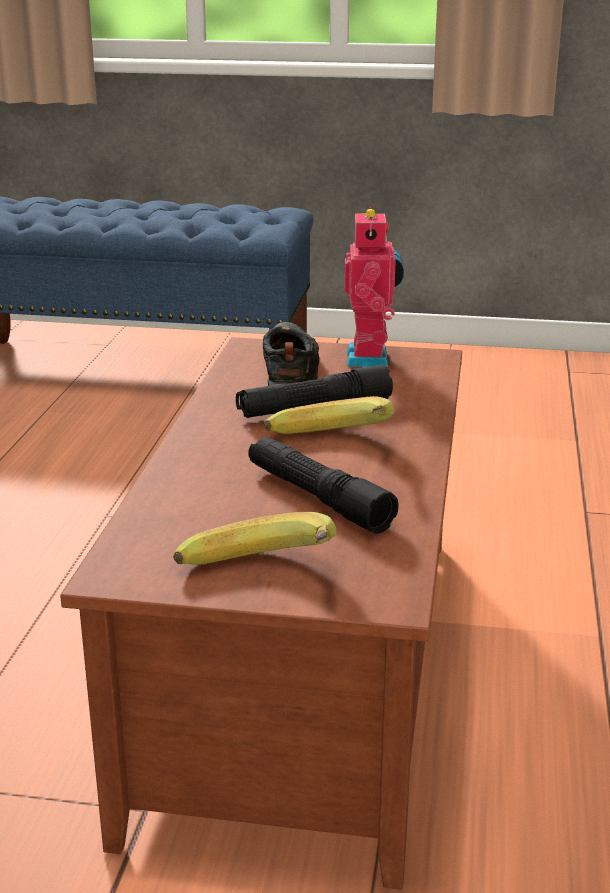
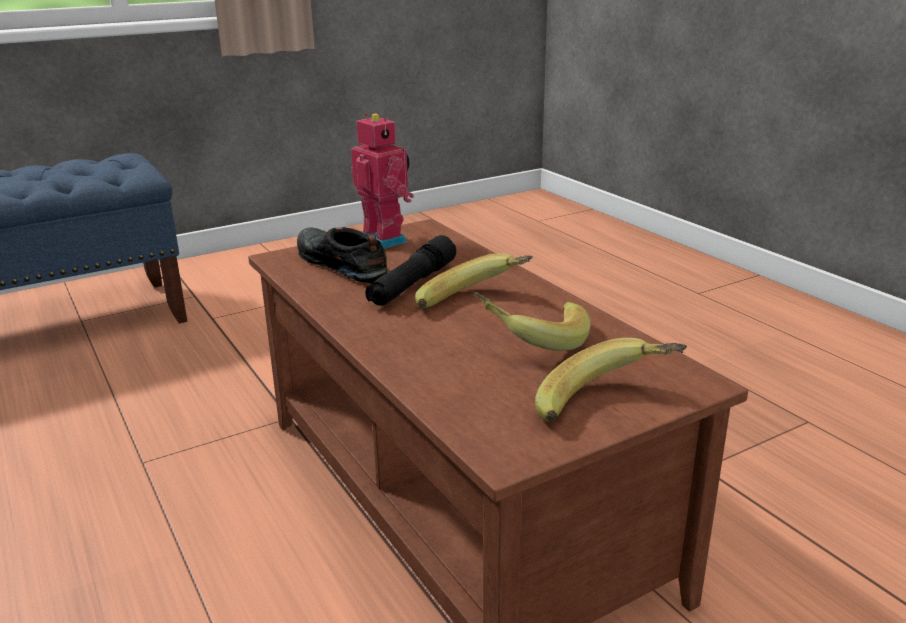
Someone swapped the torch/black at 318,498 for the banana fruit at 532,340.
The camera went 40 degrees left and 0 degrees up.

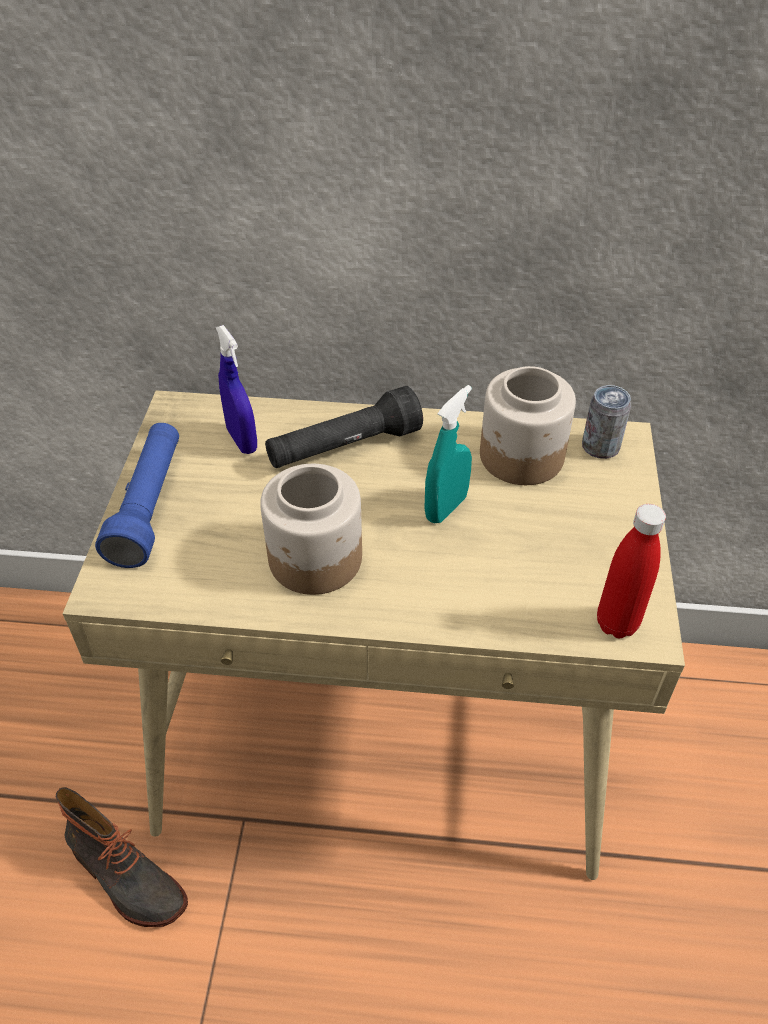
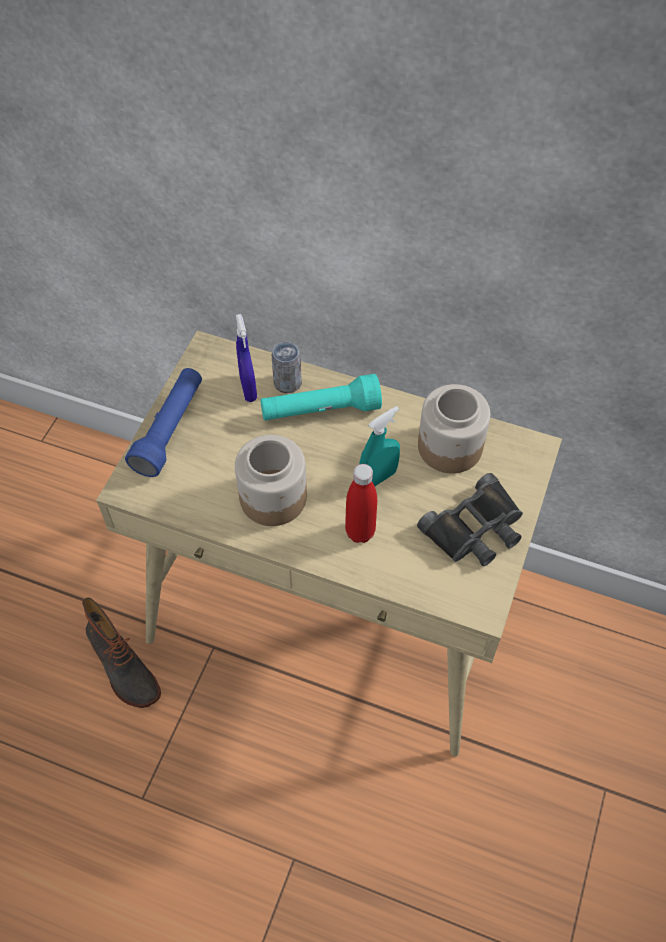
Someone repainted the torch/black at 344,447, which became the torch/blue-green at 320,411.
Someone carried the can from 600,447 to 287,383.
Someone carried the beverage bottle/reddish from 616,623 to 360,532.
Someone put down the binoculars/black at 475,529.
The camera went 15 degrees right and 10 degrees up.

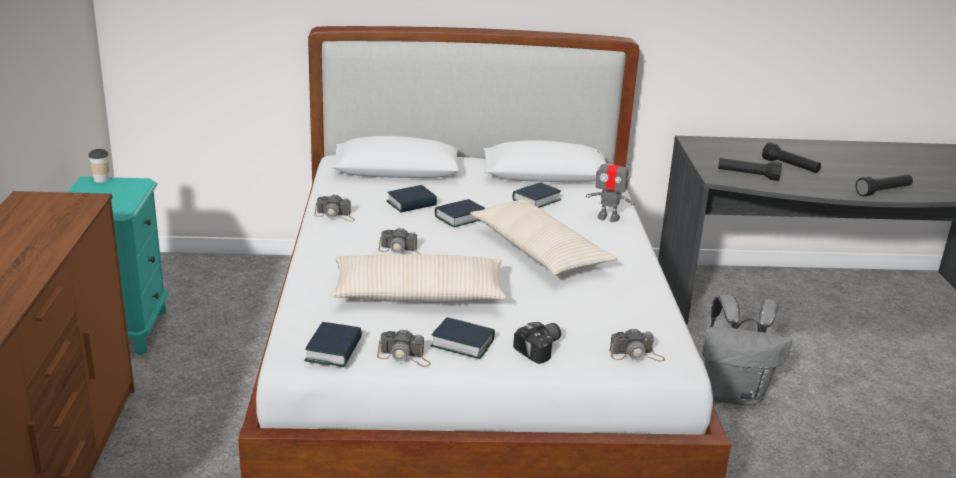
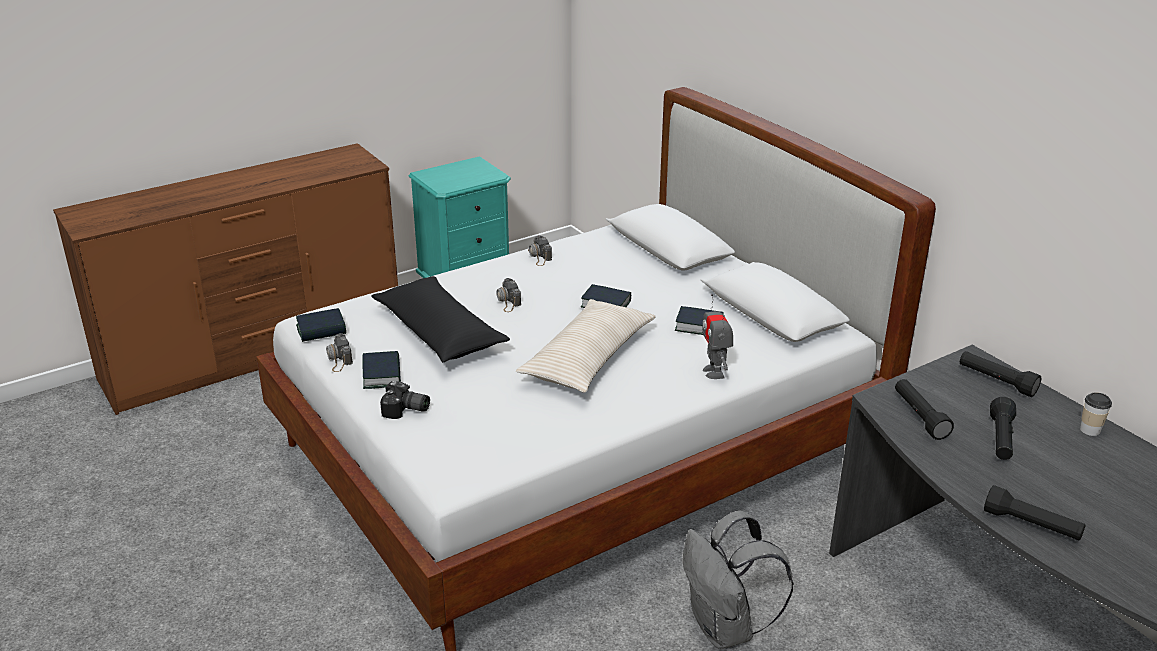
Someone carried the cup from 101,179 to 1090,430.
Someone repainted the pillow/beige at 418,295, which became the pillow/black at 439,332.
Someone took away the volume at 411,203.
Someone took away the photo camera at 636,355.
Someone put down the torch/black at 996,381.
The camera went 60 degrees right and 5 degrees up.

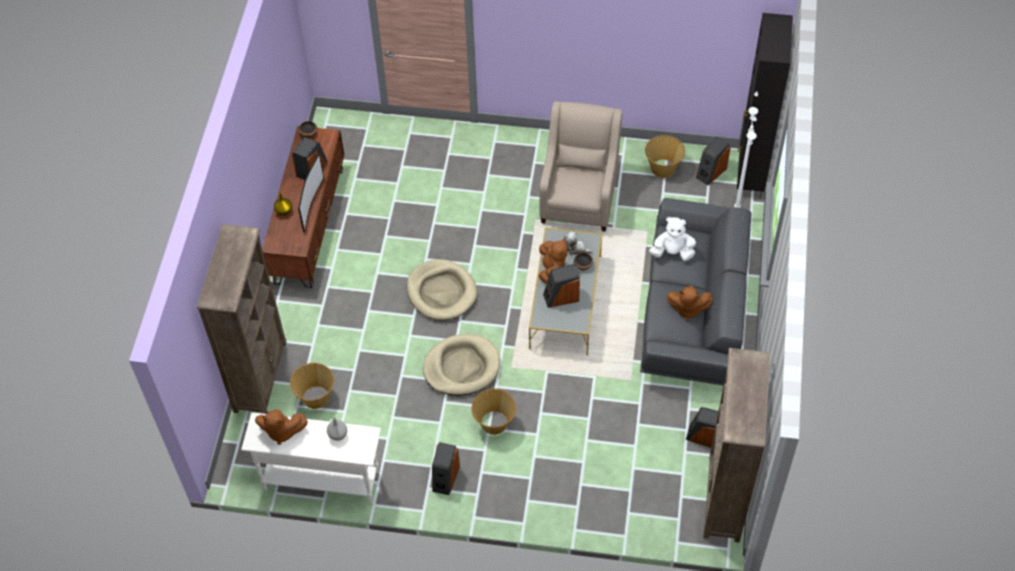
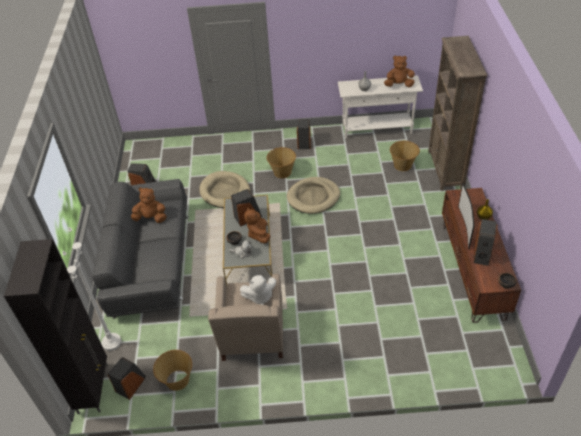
Someone carried the dog bed/beige from 441,292 to 225,192.
Someone carried the cuddly toy/white from 672,252 to 260,297.
Someone took away the bookshelf/brown at 724,498.
The camera went 170 degrees right and 10 degrees down.

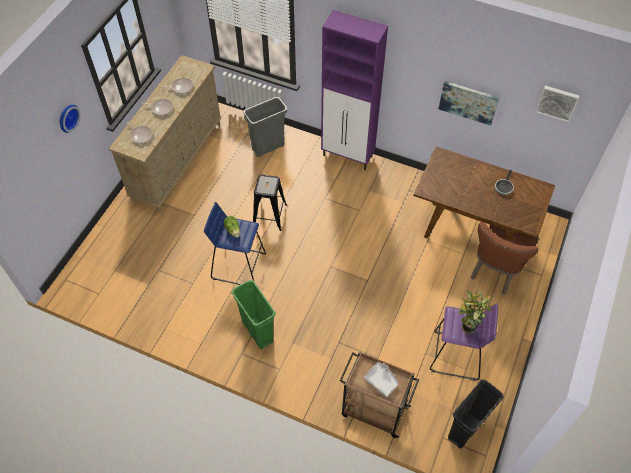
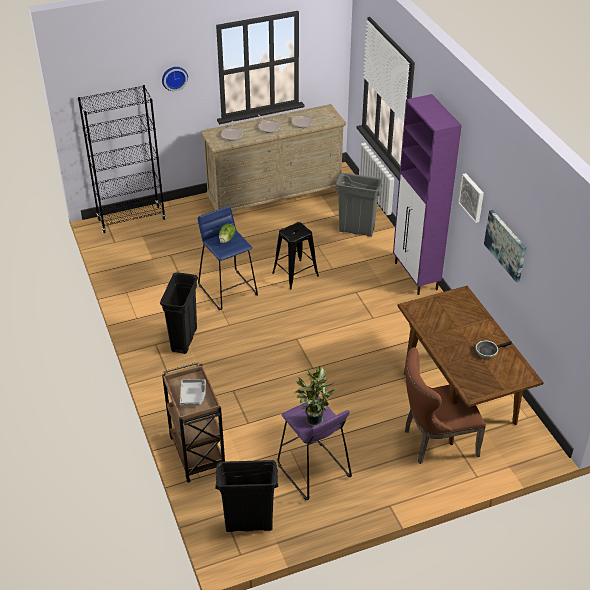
Someone repainted the waste bin/green at 257,332, which became the waste bin/black at 184,339.
Someone carried the picture from 557,102 to 472,197.
Someone put down the bookshelf/black at 131,219.
The camera went 45 degrees right and 15 degrees down.

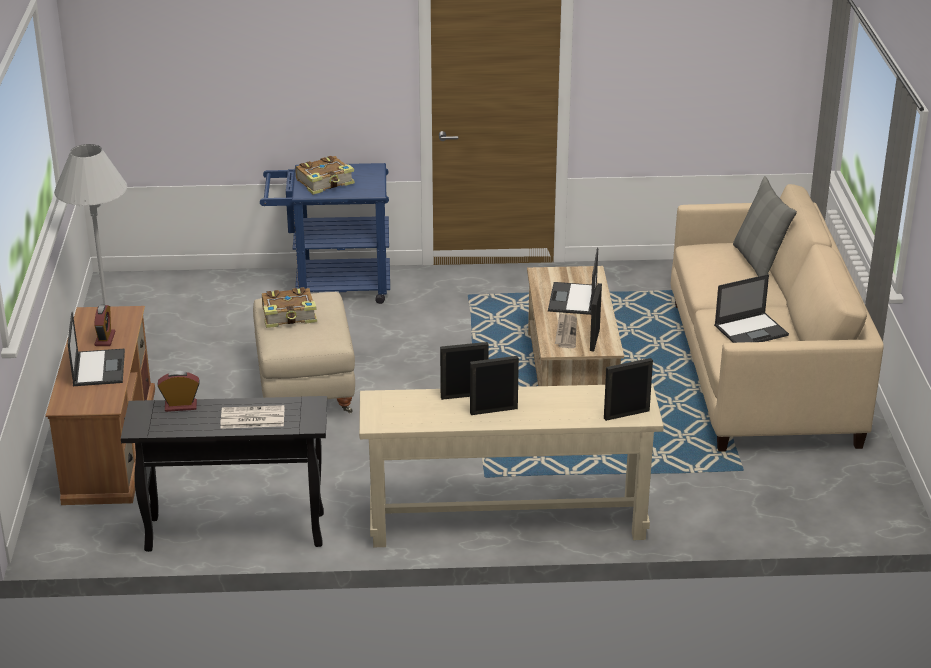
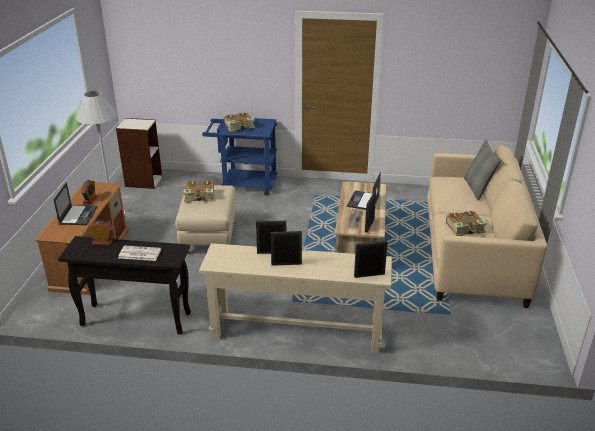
Someone swapped the portable computer at 751,330 for the volume at 465,228.
Someone put down the bookshelf at 143,181.
The camera went 10 degrees right and 0 degrees up.

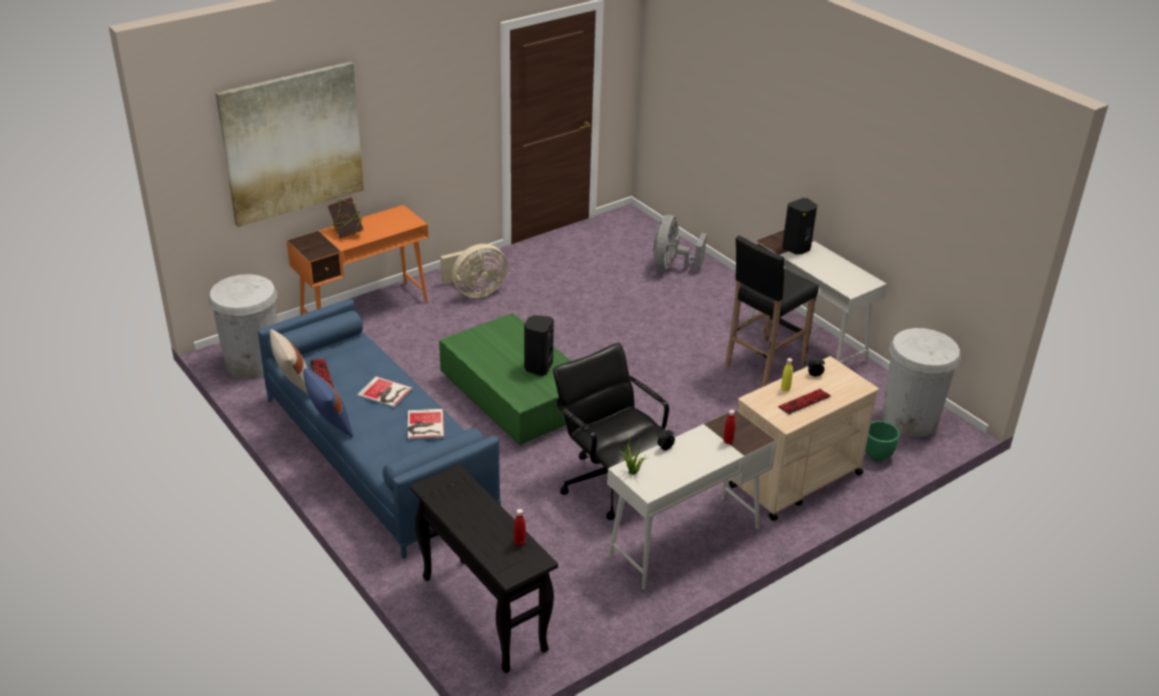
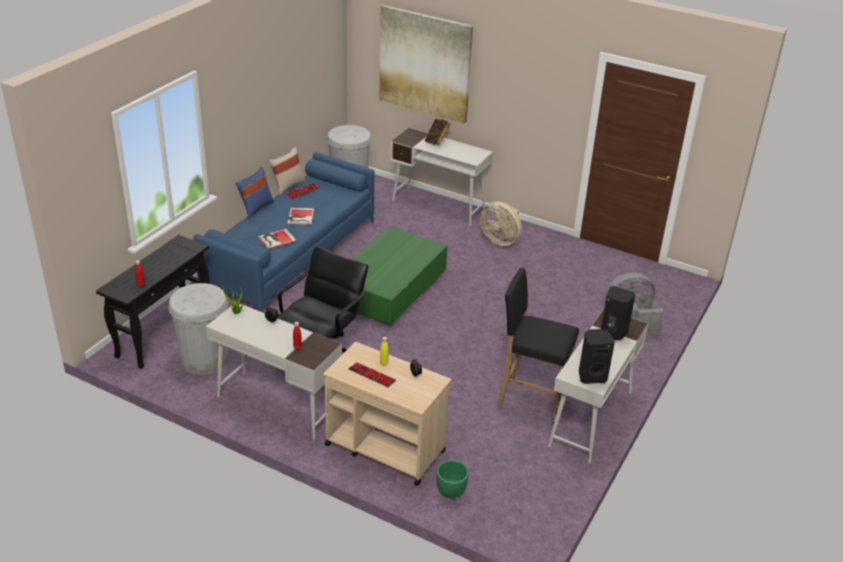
Someone repainted the desk table/orangey at 365,310, which became the desk table/white at 439,205.
Someone carried the speaker/black from 538,367 to 591,376.
Someone carried the waste bin/white from 910,419 to 204,359.
The camera went 65 degrees right and 0 degrees up.

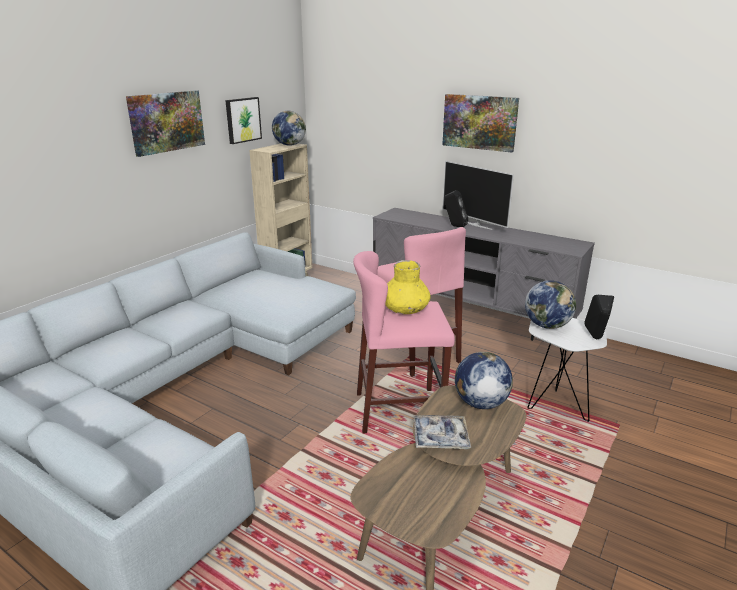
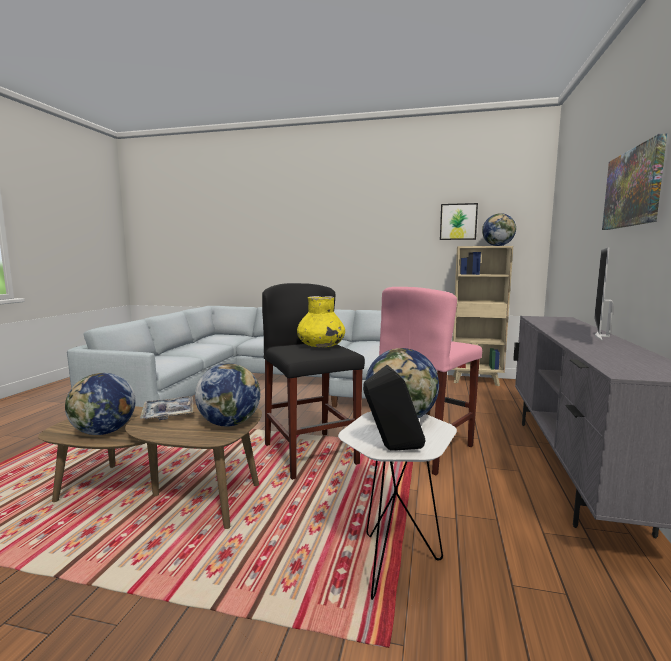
Someone took away the picture at 166,122.
Someone repainted the sitting stool/pink at 398,410, which became the sitting stool/black at 310,454.
Someone took away the speaker/black at 454,226.
Someone put down the desk globe at 104,432.
The camera went 70 degrees right and 15 degrees down.

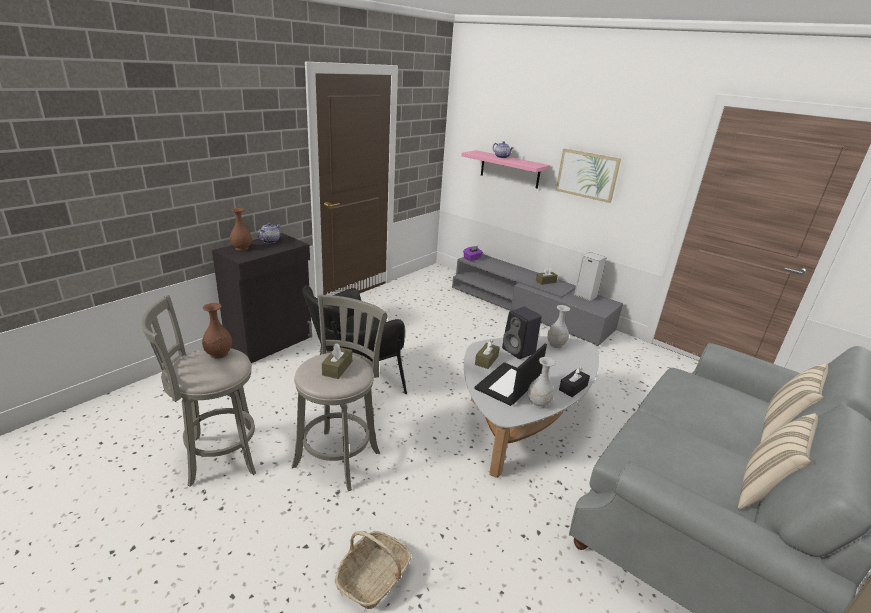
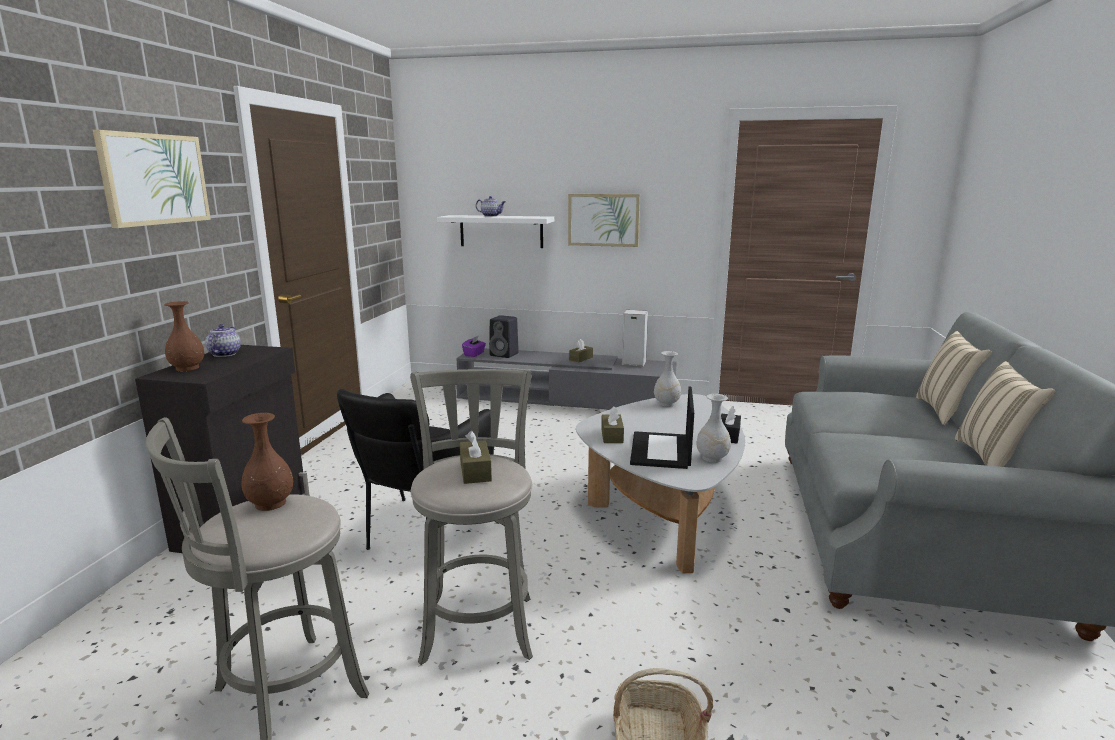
Someone repainted the wall shelf/pink at 510,169, which became the wall shelf/white at 501,231.
Someone carried the speaker/black from 519,351 to 505,354.
Someone put up the picture at 154,179.
The camera went 25 degrees left and 10 degrees down.

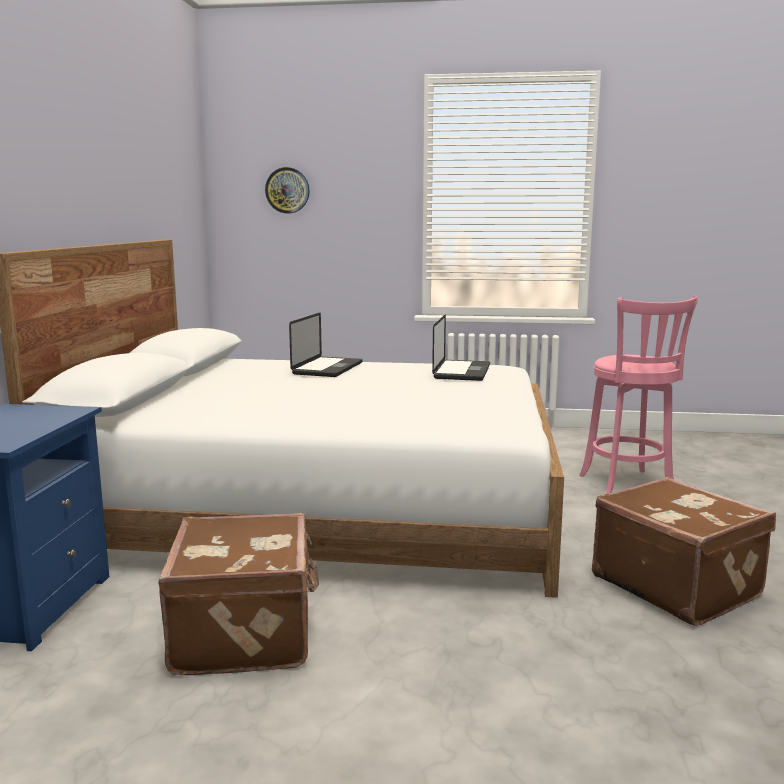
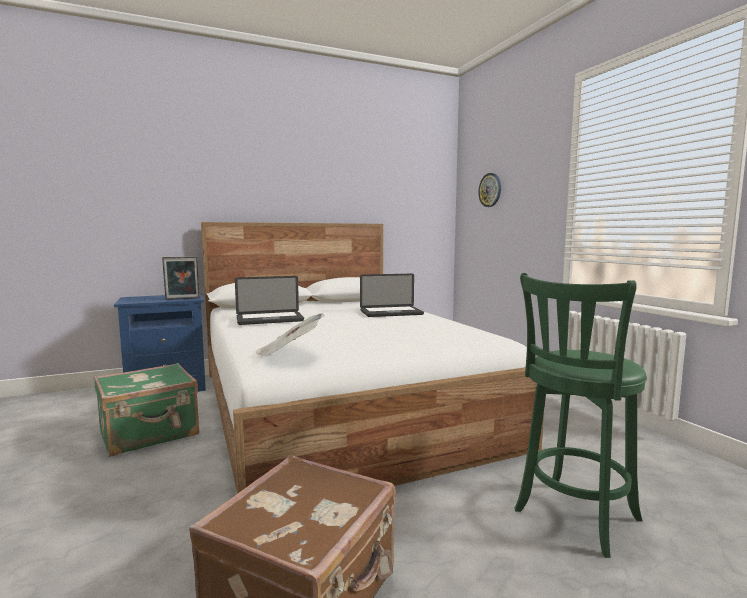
Someone repainted the suitcase/brown at 247,633, which became the suitcase/green at 150,434.
Someone carried the portable computer from 462,372 to 269,319.
Someone repainted the sitting stool/pink at 628,485, which became the sitting stool/green at 573,517.
Someone put down the photo frame at 182,299.
Someone put down the daily paper at 289,353.
The camera went 60 degrees right and 5 degrees down.

